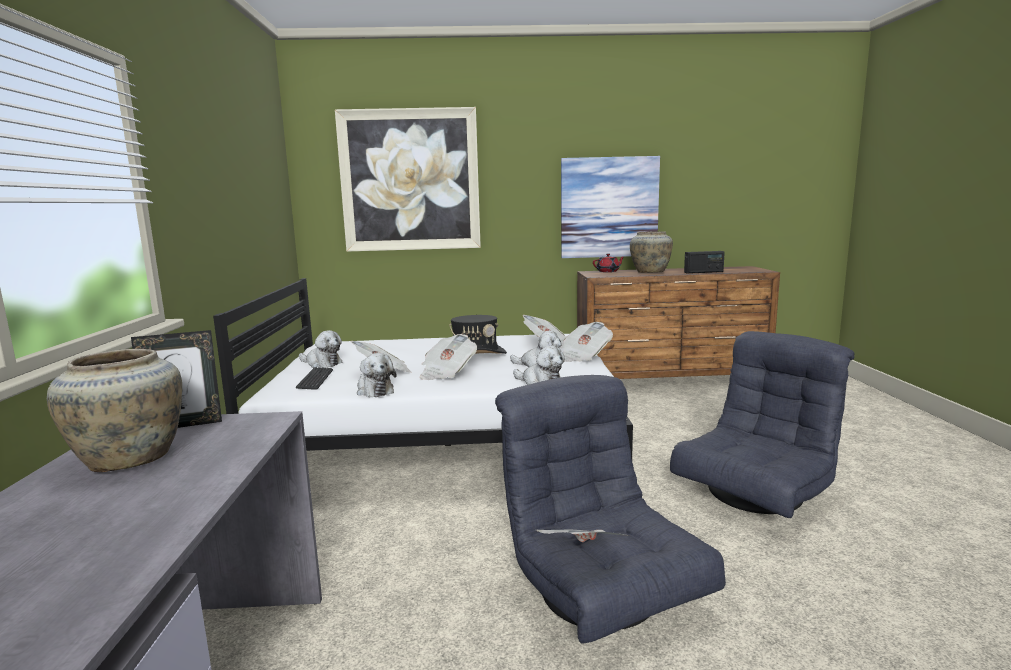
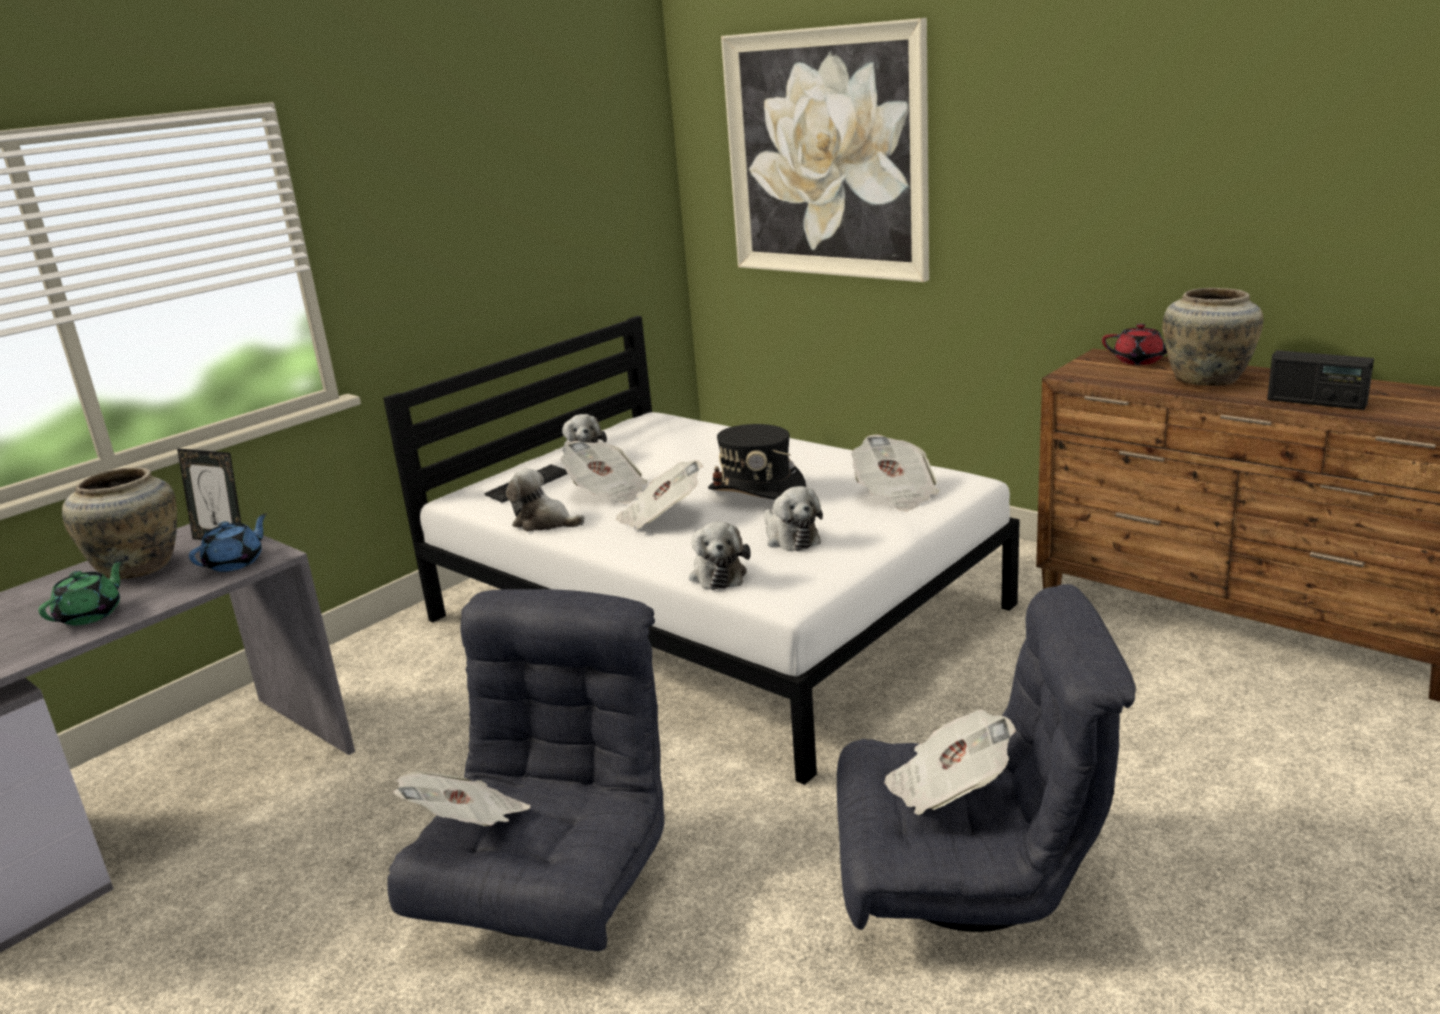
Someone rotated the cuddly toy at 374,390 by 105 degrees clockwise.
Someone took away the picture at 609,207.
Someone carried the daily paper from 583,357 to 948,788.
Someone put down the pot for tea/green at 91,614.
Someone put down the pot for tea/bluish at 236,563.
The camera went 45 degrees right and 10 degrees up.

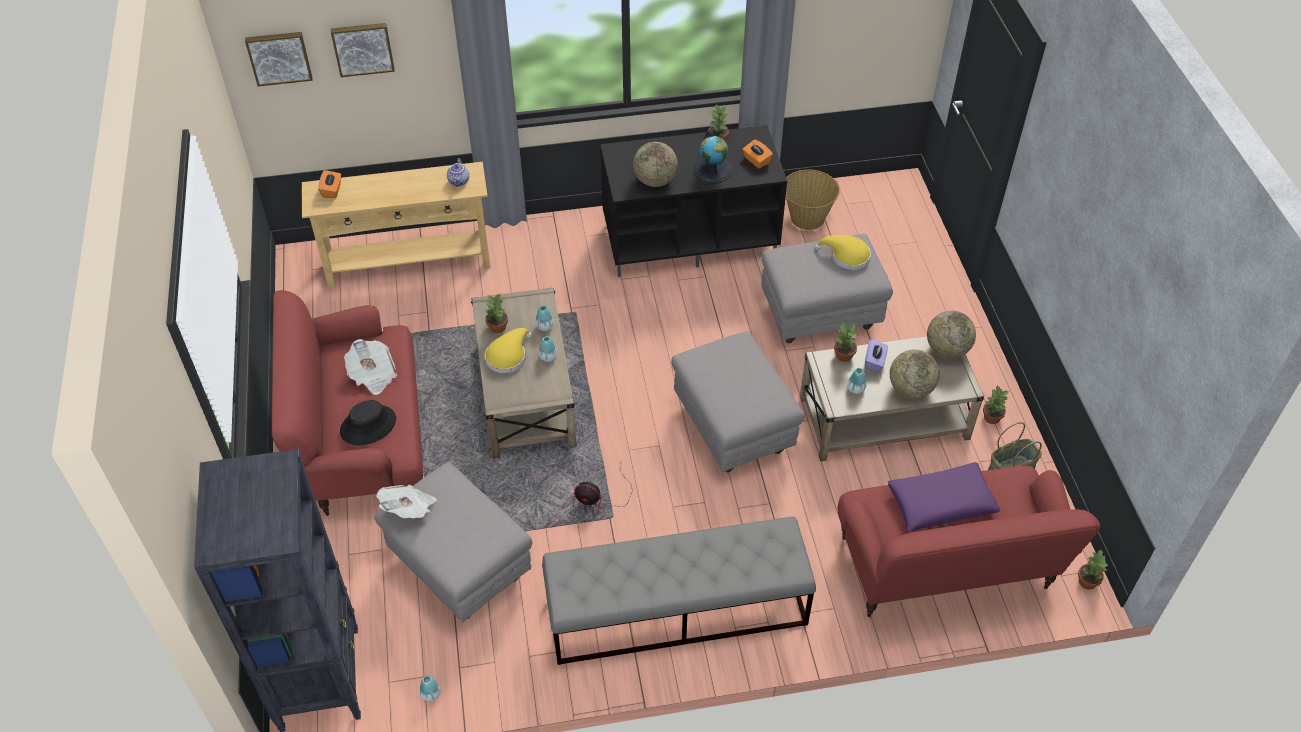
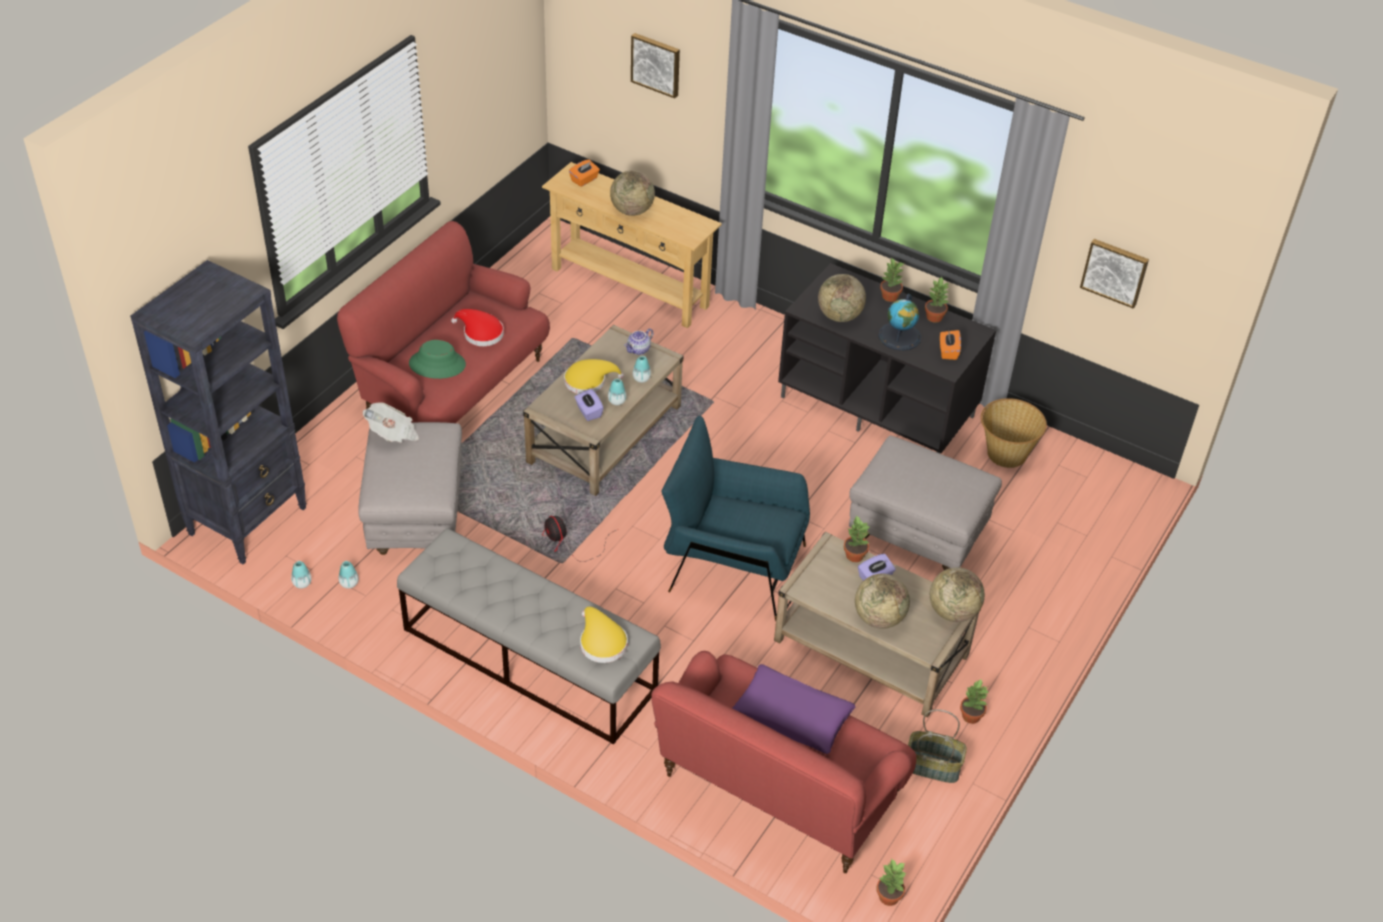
Someone carried the picture from 279,57 to 1115,271.
Someone repainted the clothing hat/black at 368,425, which became the clothing hat/green at 437,364.
Someone swapped the daily paper at 372,375 for the clothing hat/reddish at 480,333.
Someone carried the pot for tea from 459,181 to 639,350.
Someone carried the plant in a pot from 498,327 to 890,297.
Someone swapped the ottoman/greyish at 732,428 for the lounge chair/bluish at 732,567.
Someone carried the clothing hat/yellow-coloured from 846,256 to 601,642.
Someone carried the vase from 856,389 to 349,583.
Someone put down the tissue holder/purplish at 588,412.
Someone put down the desk globe at 632,211.
The camera went 40 degrees right and 5 degrees down.

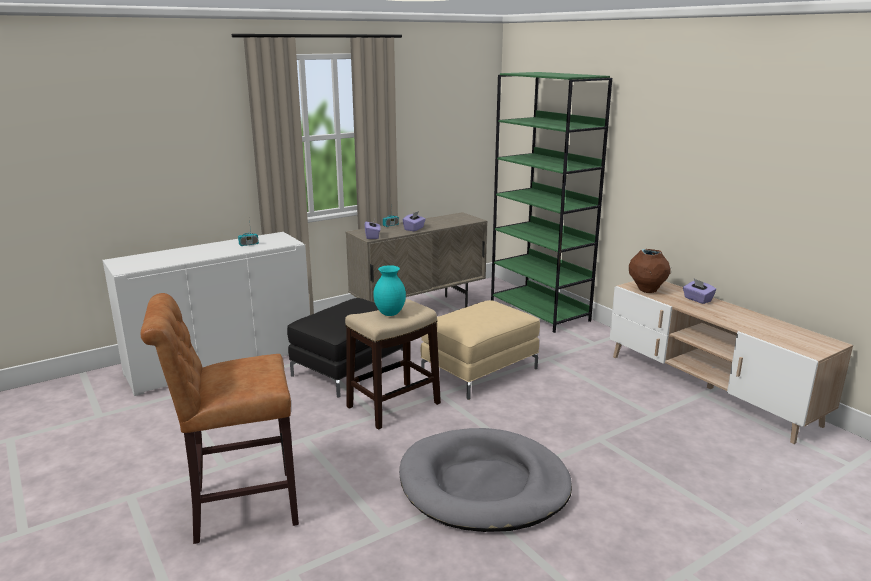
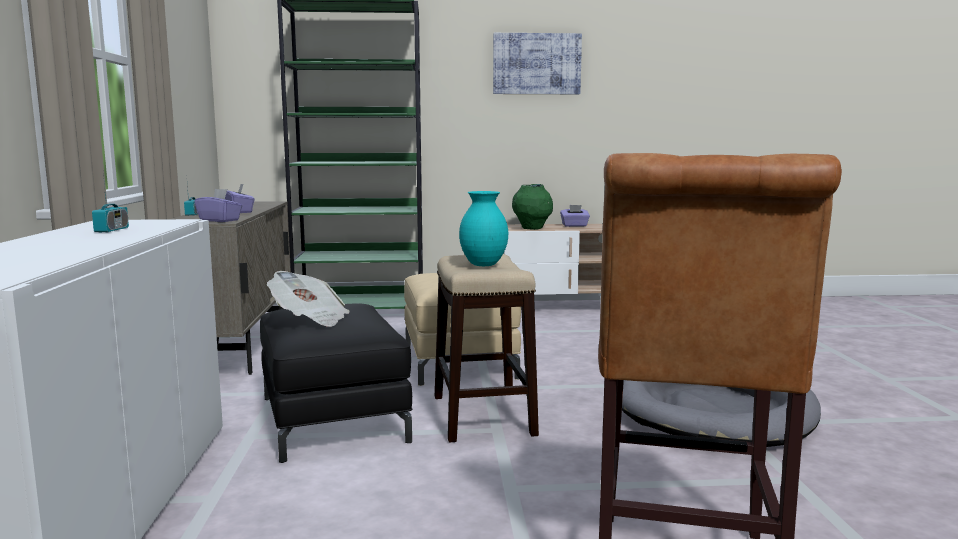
Someone repainted the vase/brown at 647,290, which became the vase/green at 532,228.
Someone put down the daily paper at 310,319.
Someone put up the picture at 536,64.
The camera went 60 degrees left and 10 degrees down.

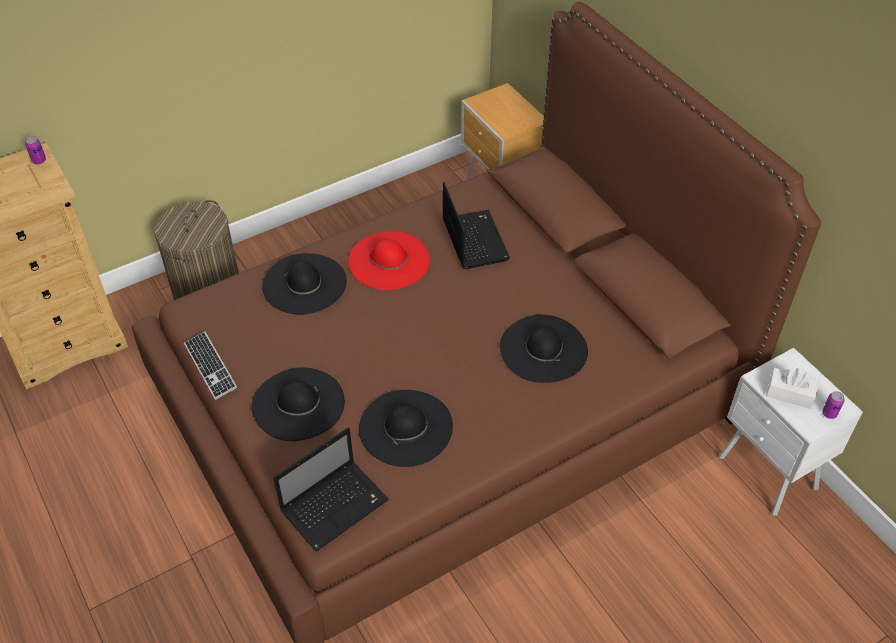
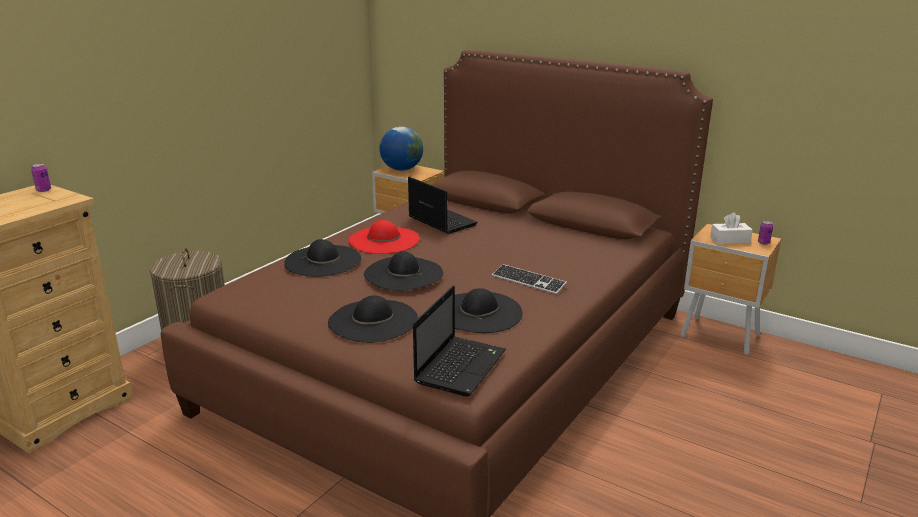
Someone carried the computer keyboard from 210,366 to 528,281.
Someone carried the clothing hat/black from 543,349 to 403,273.
Someone repainted the nightstand/white at 768,475, which became the nightstand/brown at 721,337.
Someone put down the desk globe at 402,169.
The camera went 25 degrees left and 25 degrees down.

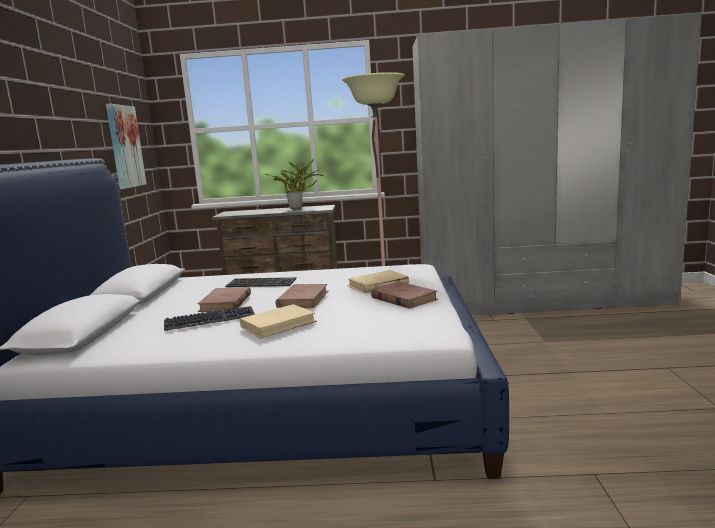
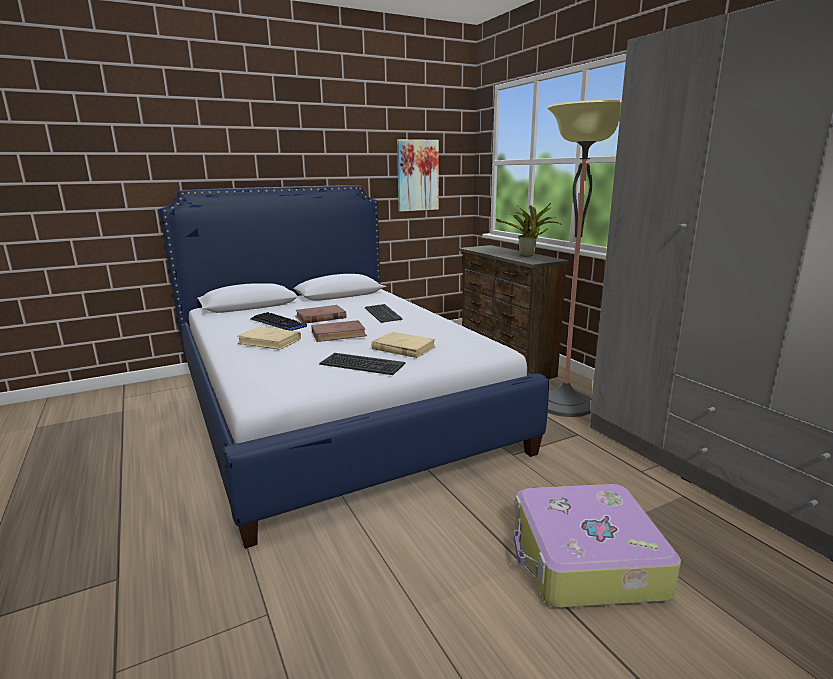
Someone swapped the volume/brown at 403,298 for the computer keyboard at 361,365.
Someone put down the suitcase at 585,560.
The camera went 60 degrees right and 5 degrees up.

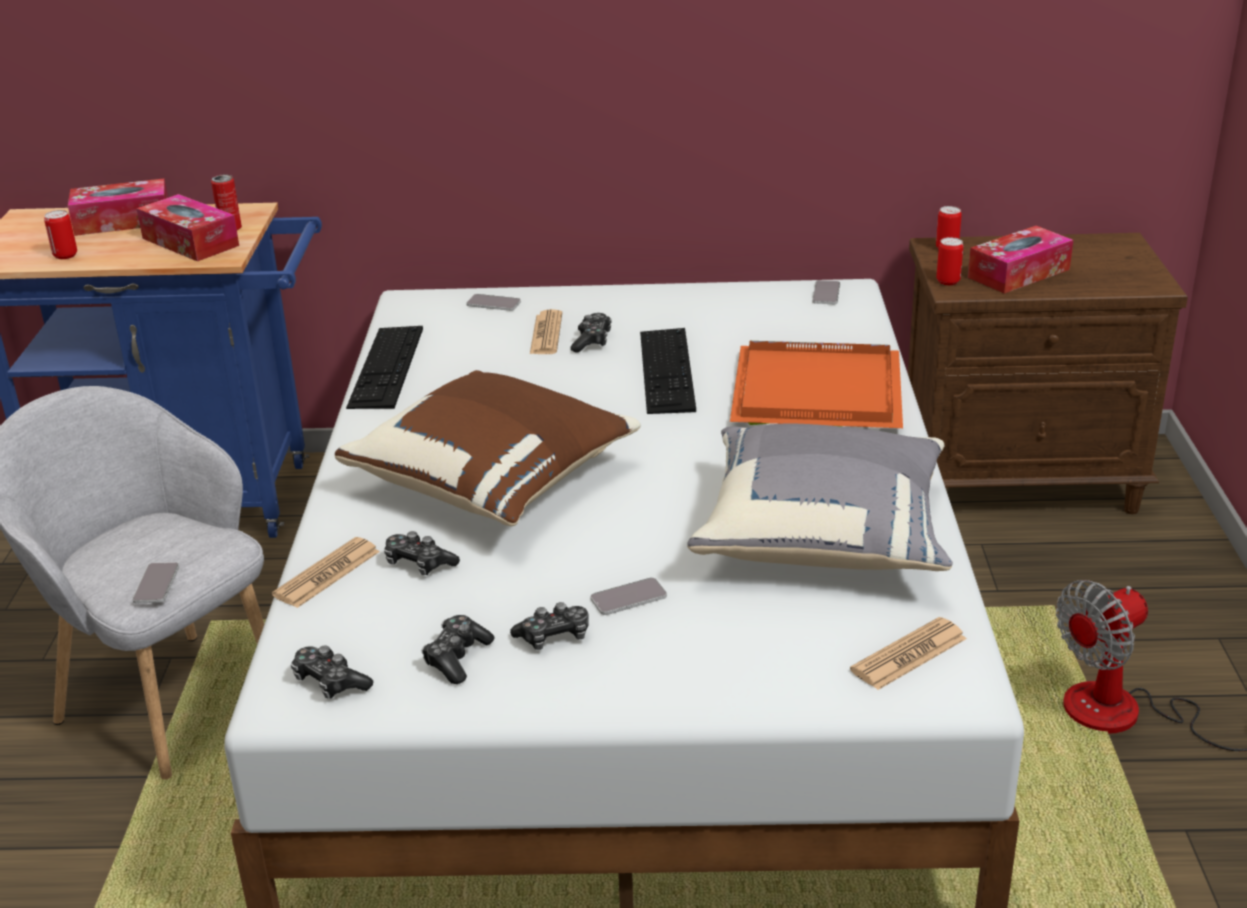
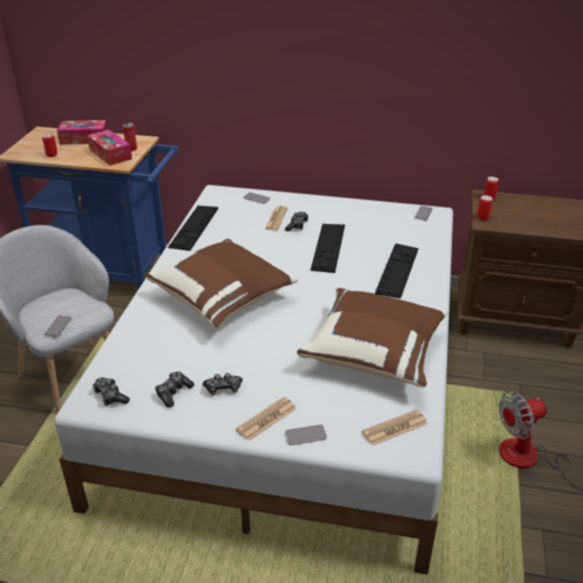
Someone carried the daily paper from 327,574 to 266,419.
Someone took away the joypad at 419,564.
Someone carried the telephone from 628,598 to 305,435.
Someone repainted the pillow/greyish at 824,536, which became the pillow/brown at 375,353.
Someone swapped the serving tray/orangey at 814,393 for the computer keyboard at 397,270.
Someone took away the tissue holder at 1018,273.
The camera went 10 degrees right and 5 degrees up.

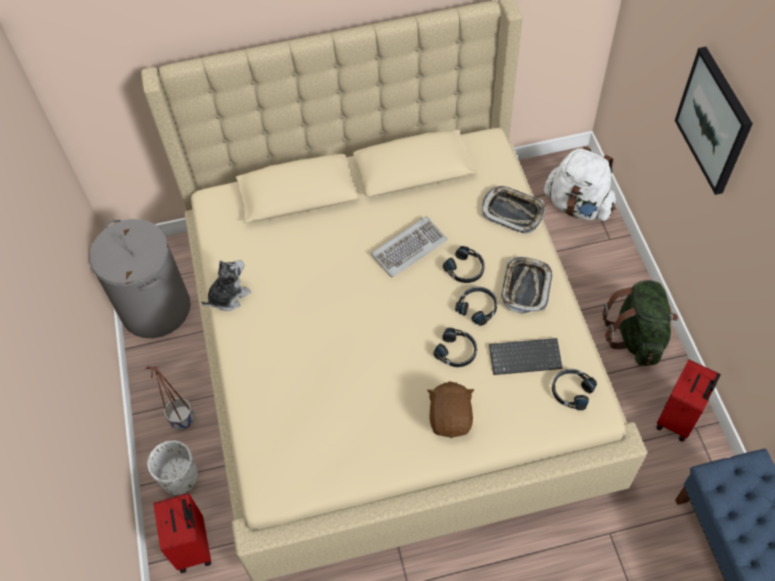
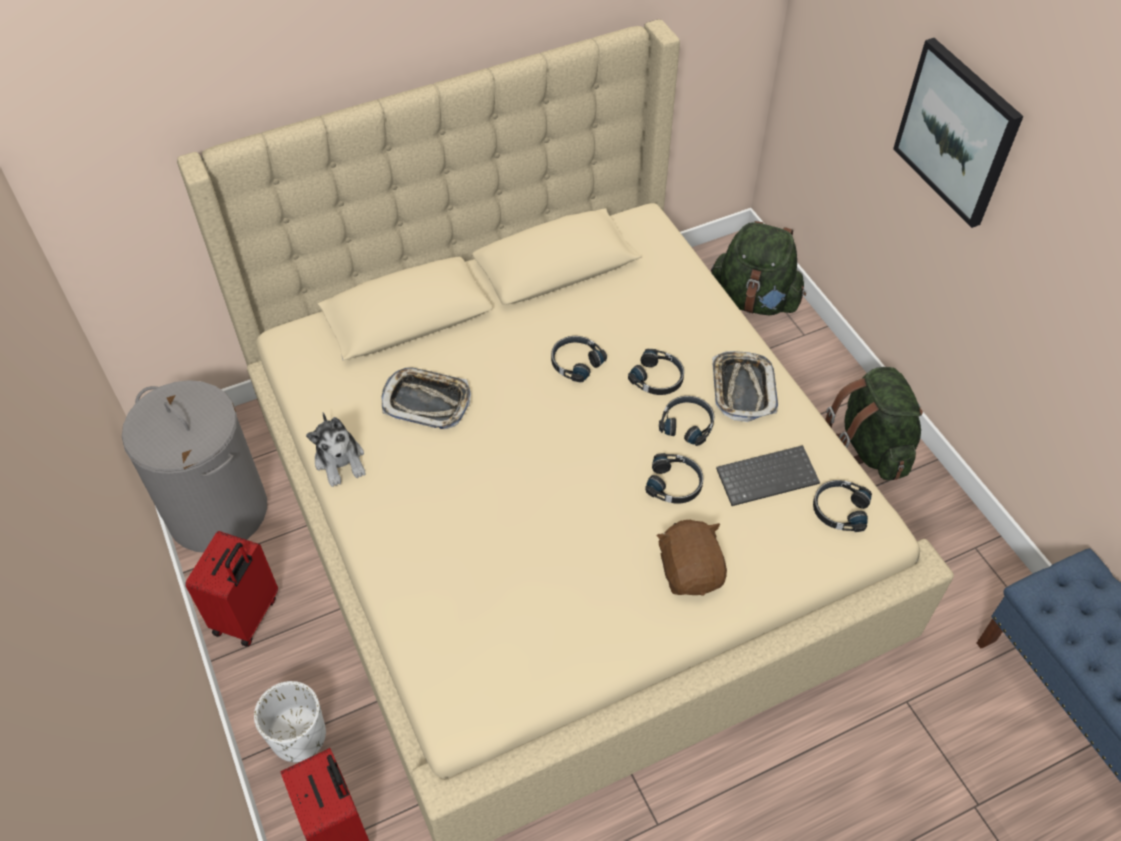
Someone took away the flower pot at 183,420.
Someone rotated the cuddly toy at 228,296 by 120 degrees clockwise.
Someone swapped the computer keyboard at 409,247 for the pair of headphones/black at 575,362.
Someone carried the serving tray from 512,212 to 426,402.
Someone repainted the knapsack/white at 578,205, which became the knapsack/green at 754,300.
Someone carried the suitcase/reddish from 679,418 to 248,616.
The camera went 15 degrees left and 5 degrees down.

